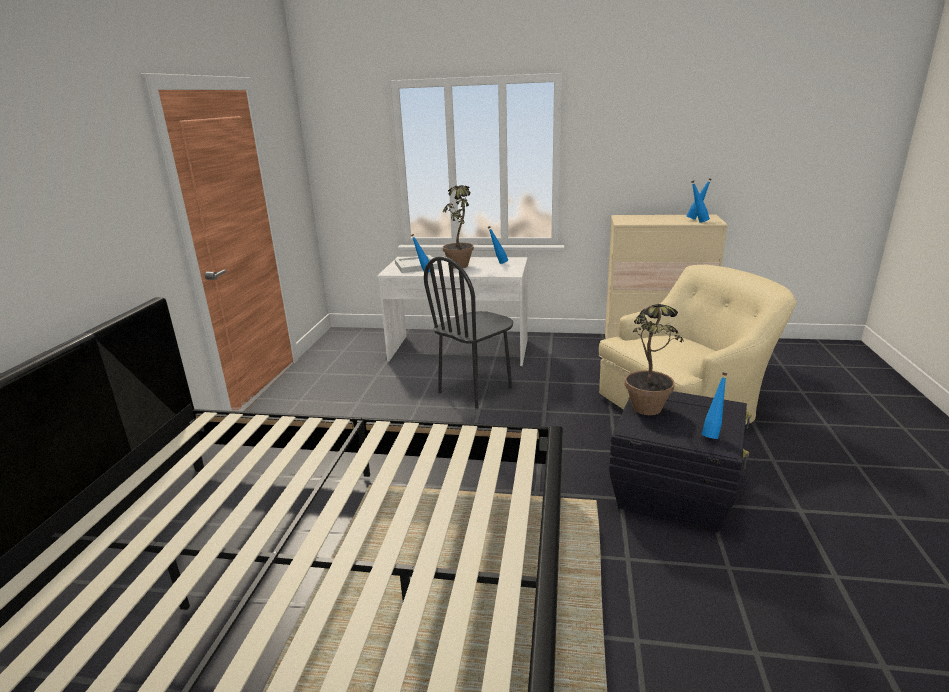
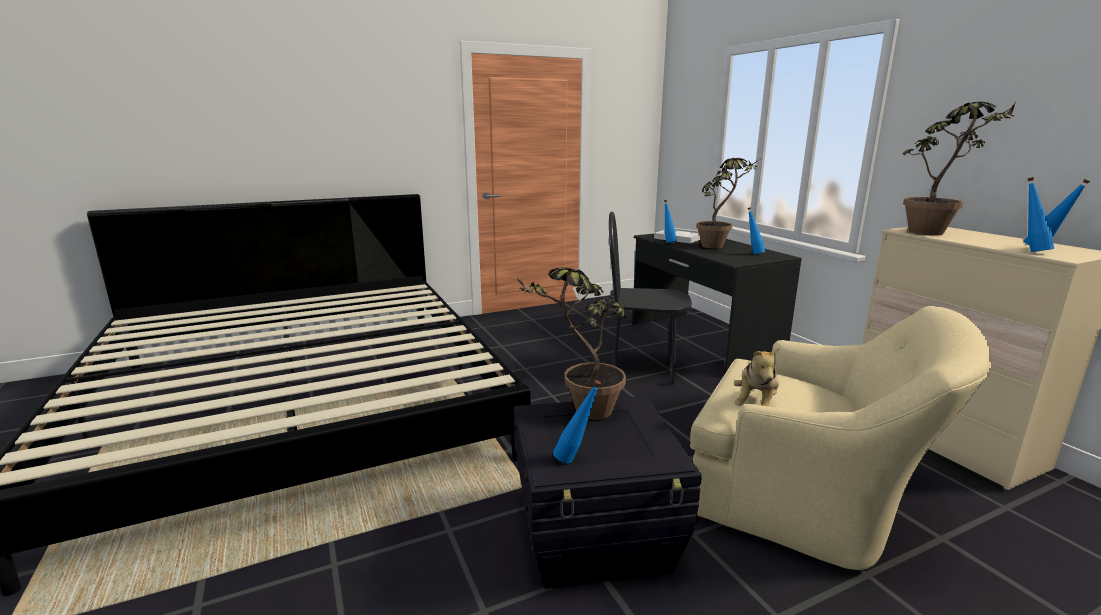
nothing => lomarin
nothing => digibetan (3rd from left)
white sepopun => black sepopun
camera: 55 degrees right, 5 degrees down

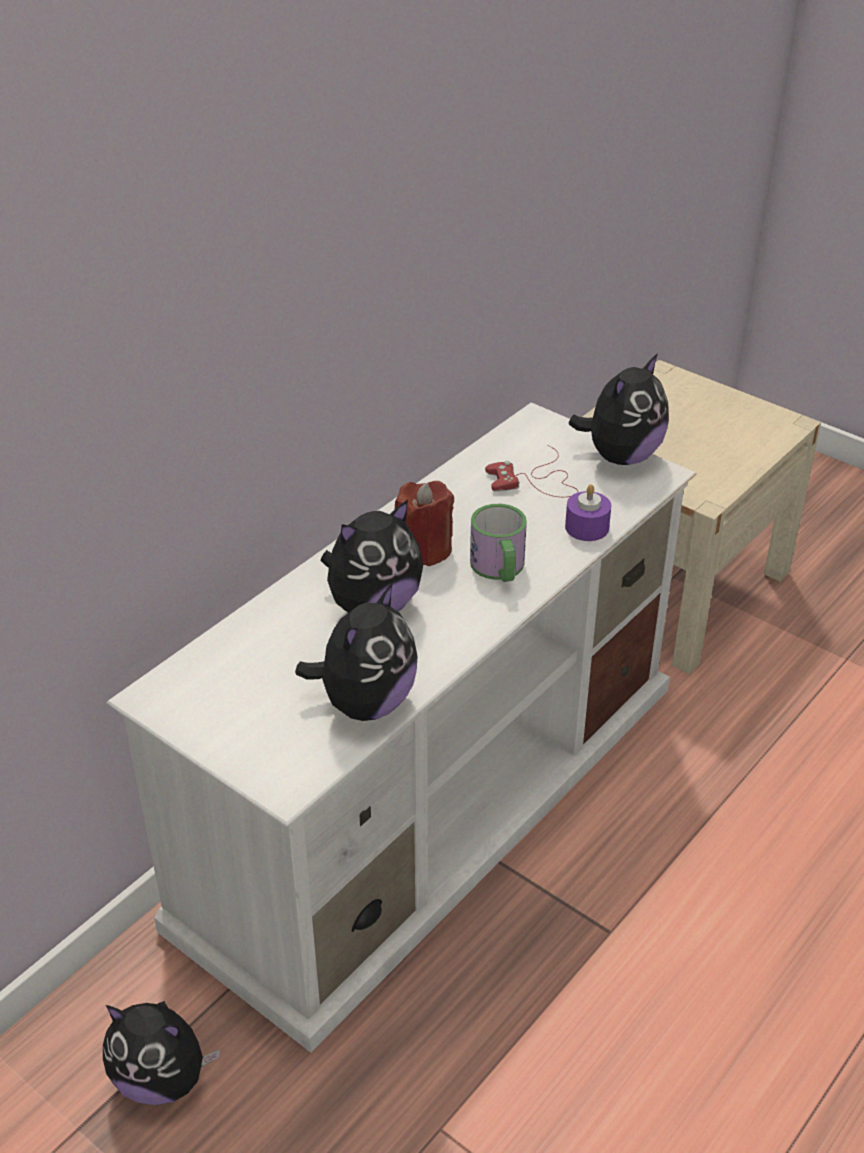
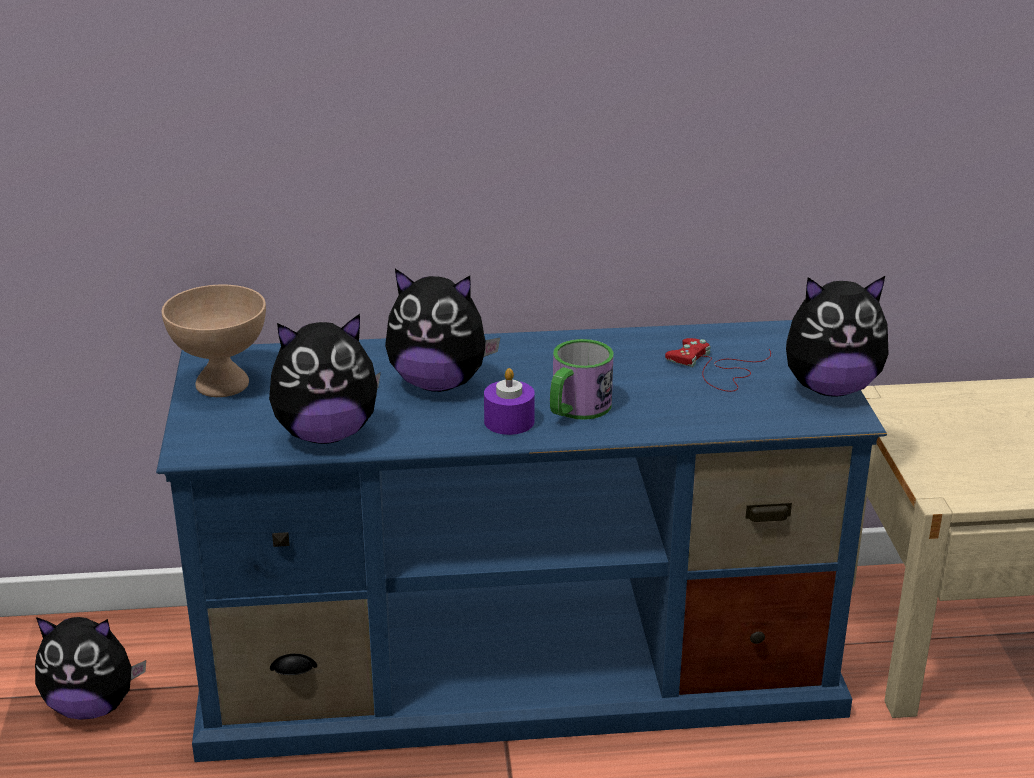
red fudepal => nothing
nothing => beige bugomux
purple fudepal, moved
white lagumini => blue lagumini
lomarin (1st from left), 60 degrees counterclockwise
camera: 45 degrees right, 10 degrees down

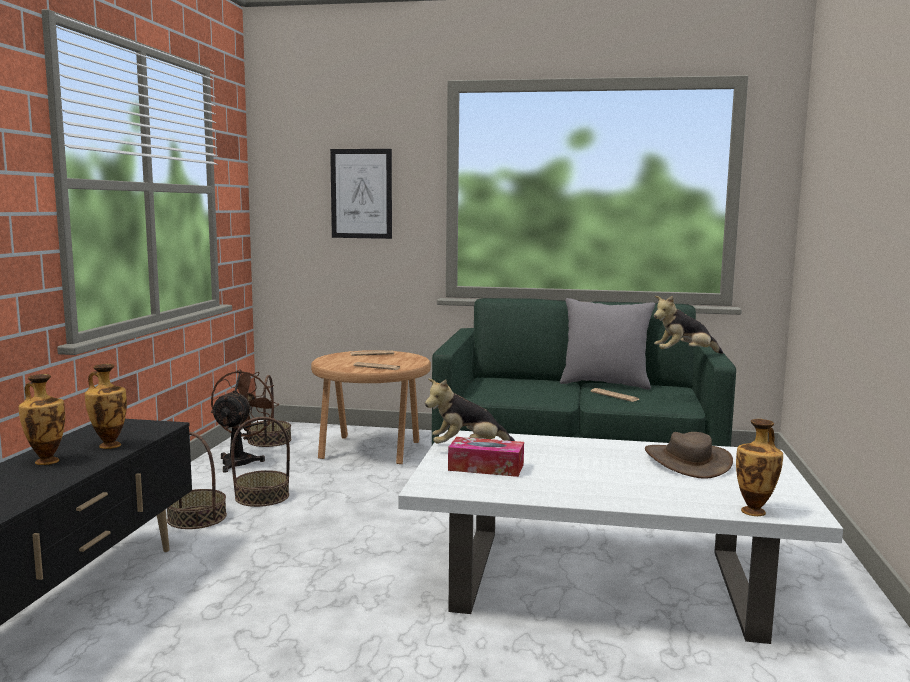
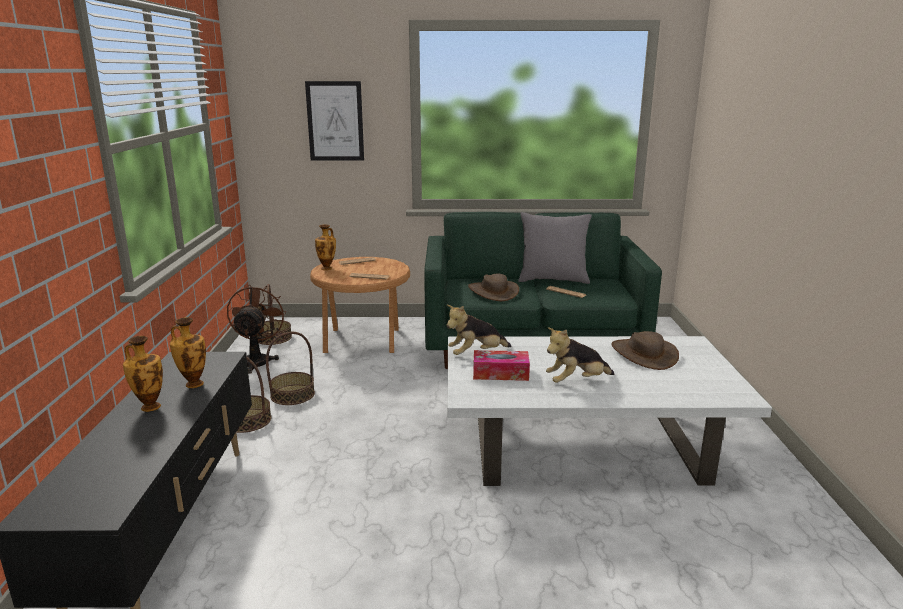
nothing => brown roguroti (1st from left)
lomarin (2nd from left), moved
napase (3rd from left), moved
camera: 10 degrees left, 10 degrees up

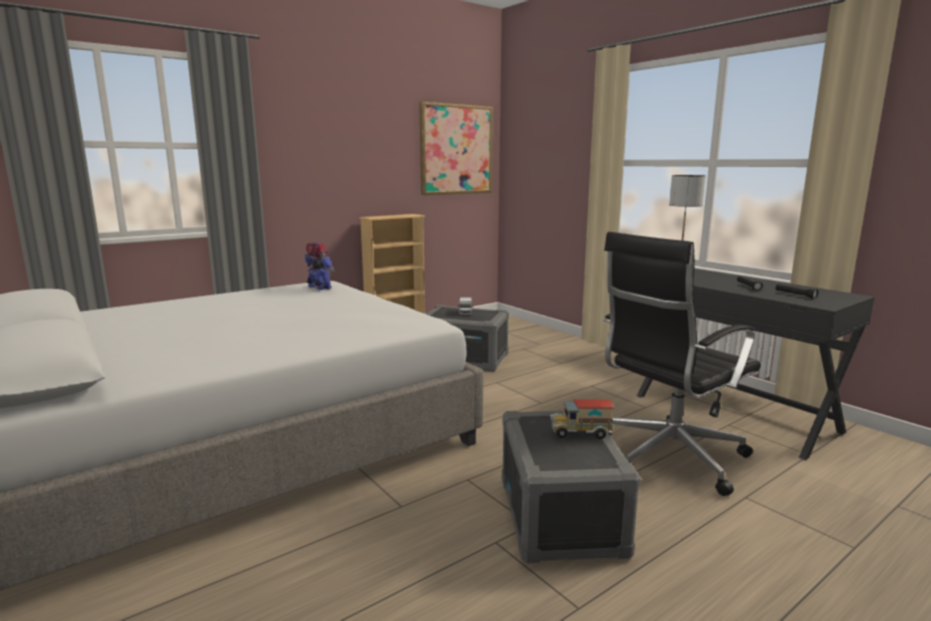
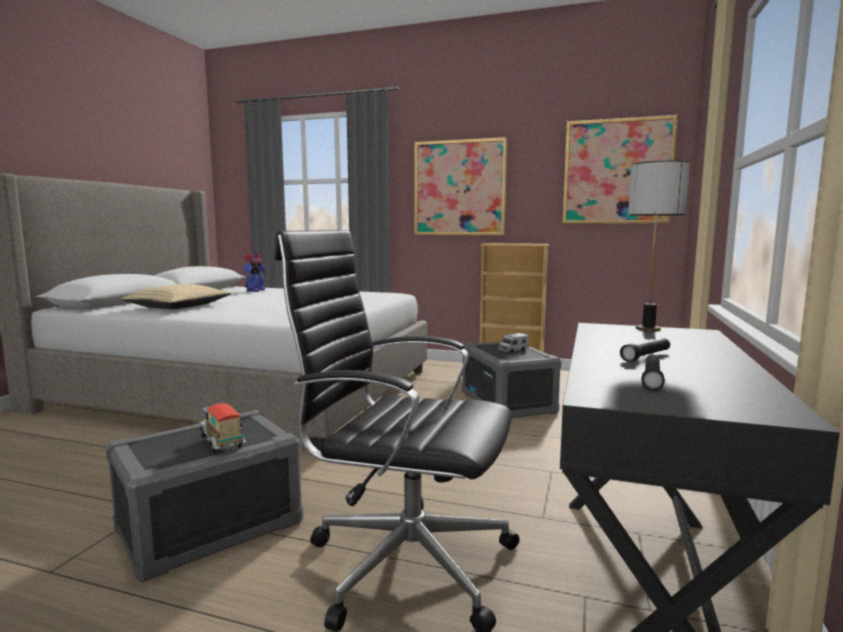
nothing => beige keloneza
nothing => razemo (1st from left)
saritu, moved
camera: 55 degrees right, 5 degrees down

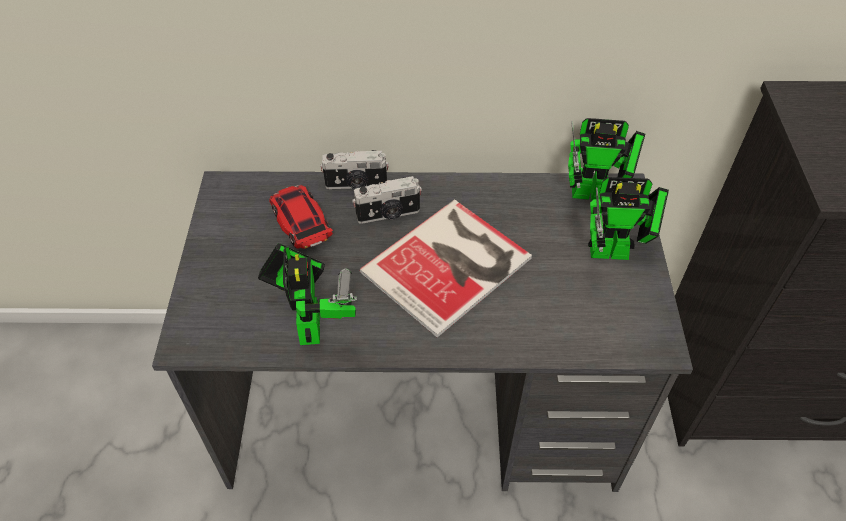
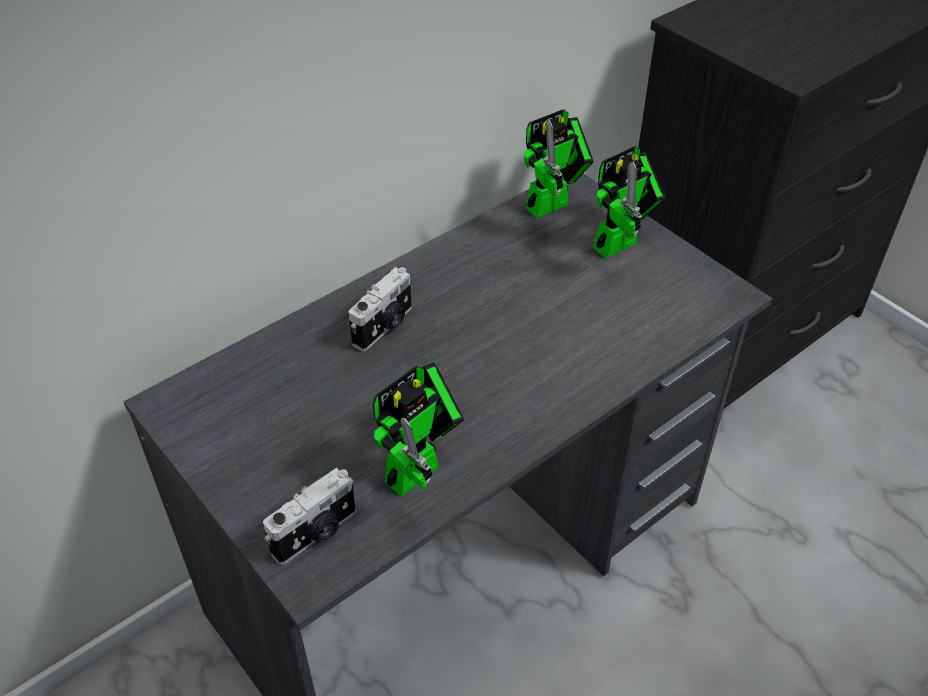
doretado => nothing
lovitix => nothing
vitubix (1st from left), moved
saritu (1st from left), 90 degrees clockwise
camera: 40 degrees left, 5 degrees down

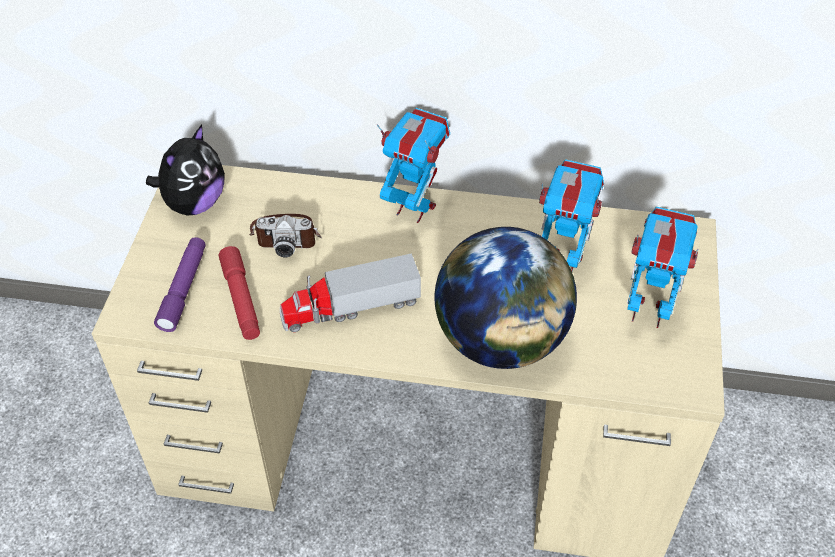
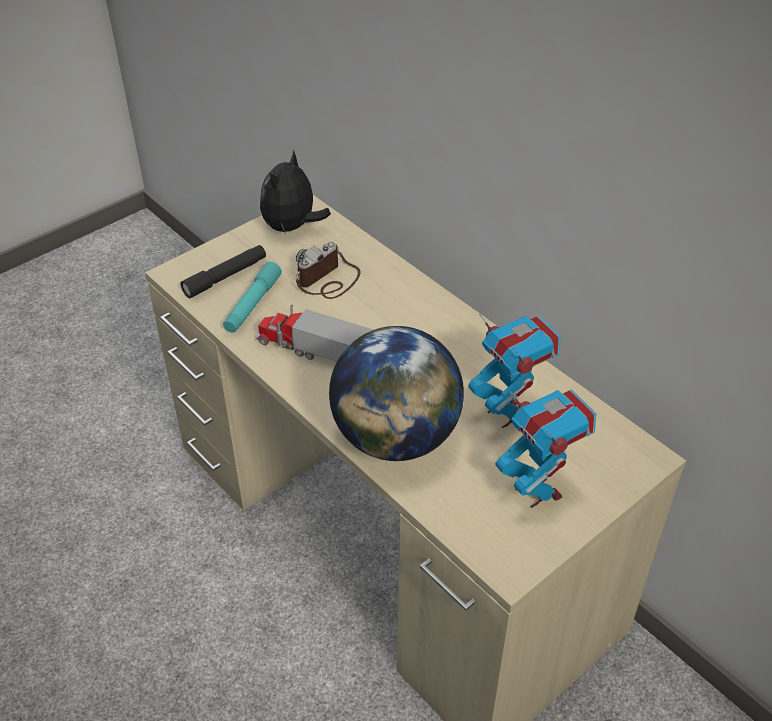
saritu (1st from left) => nothing
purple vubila => black vubila
red vubila => turquoise vubila
lomarin, 135 degrees clockwise
vitubix, 90 degrees clockwise
camera: 40 degrees right, 5 degrees down

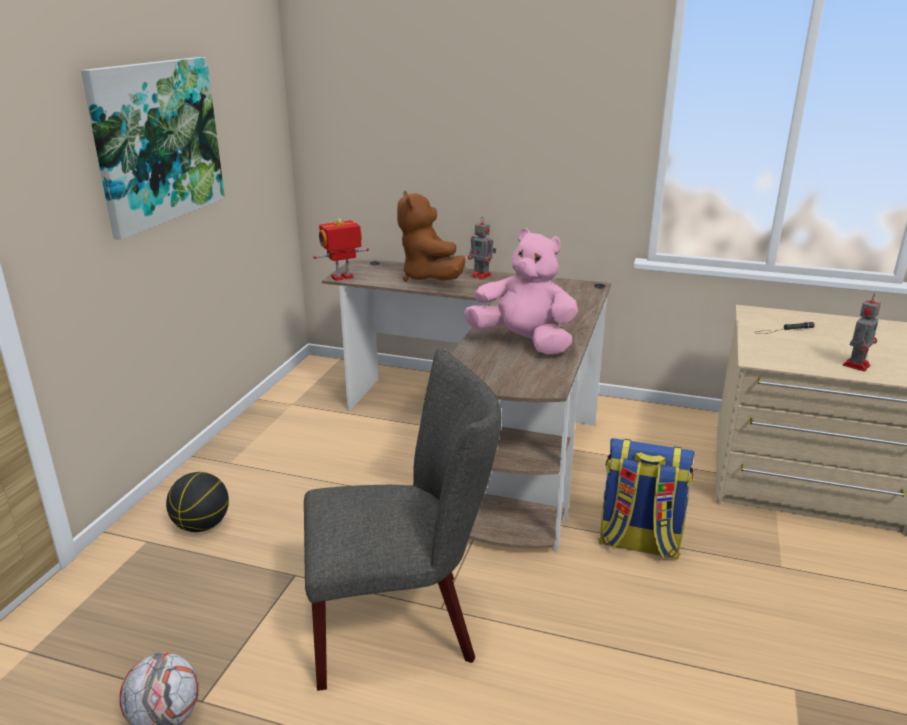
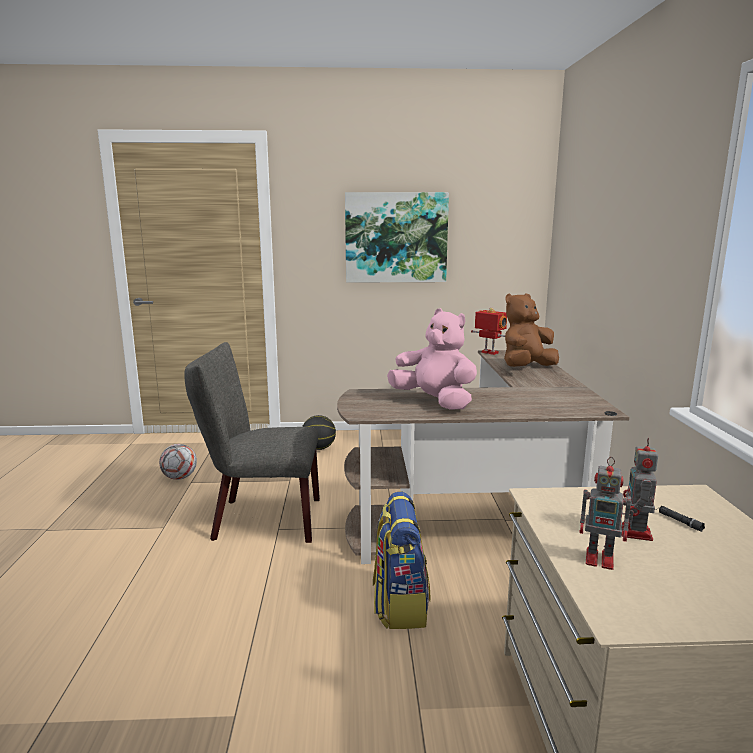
saritu (2nd from left in the first image) => saritu (3rd from left), moved
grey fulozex, 120 degrees clockwise
pink lomarin, 60 degrees counterclockwise
camera: 70 degrees right, 10 degrees down

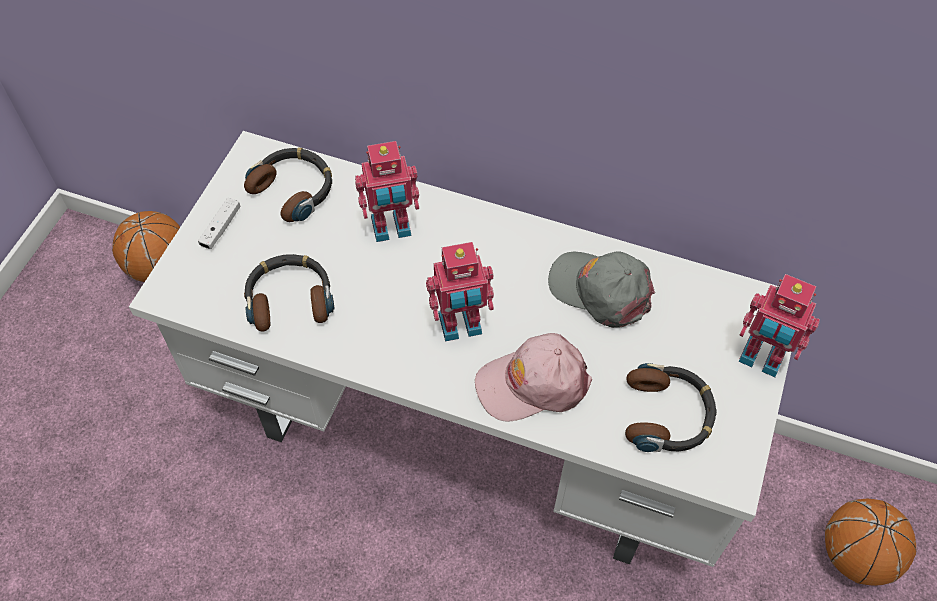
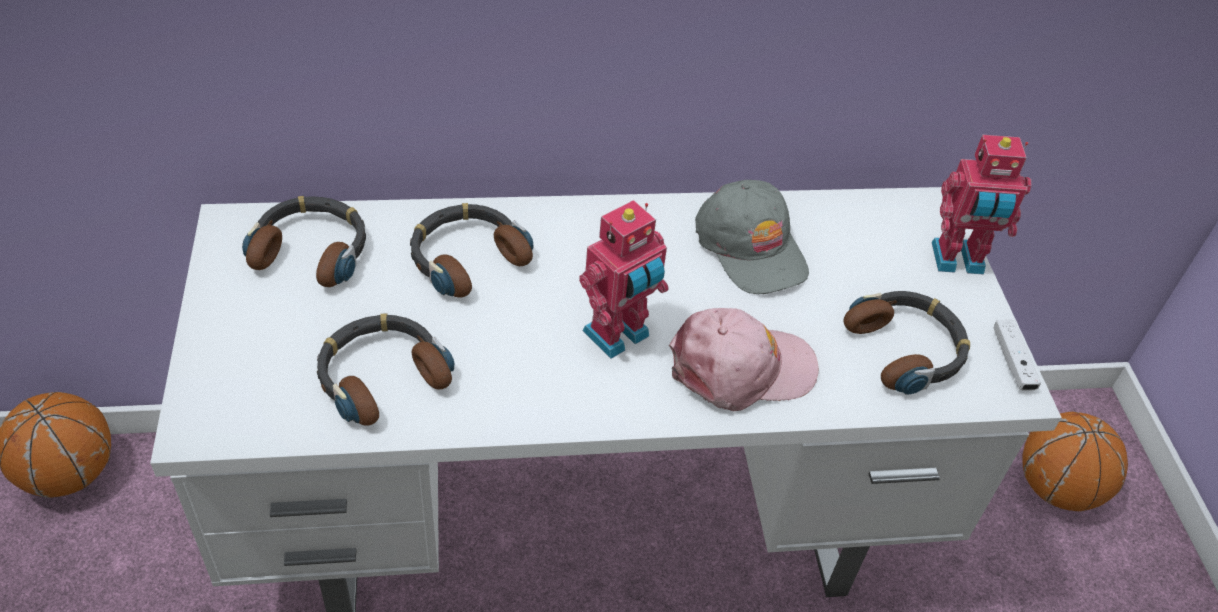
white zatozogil, moved
saritu (1st from left) => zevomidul (3rd from left)
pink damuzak, 150 degrees counterclockwise
grey damuzak, 120 degrees counterclockwise
camera: 30 degrees left, 10 degrees down

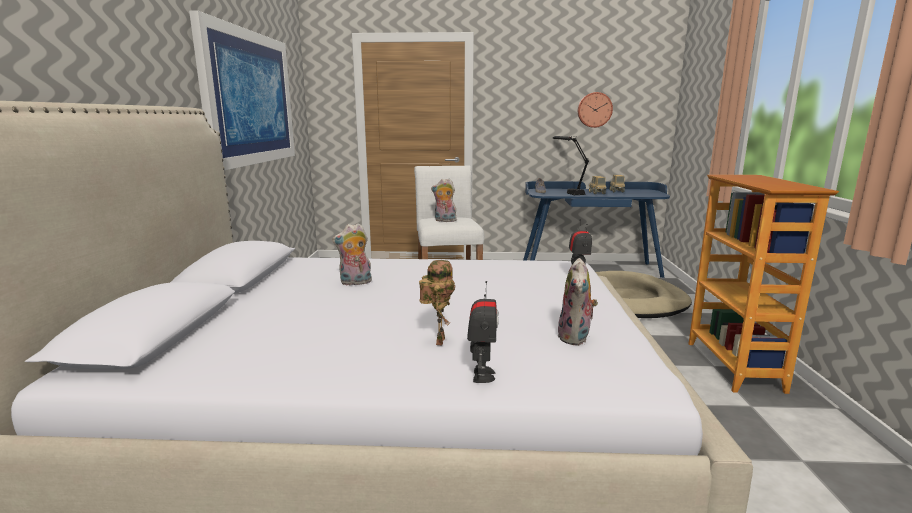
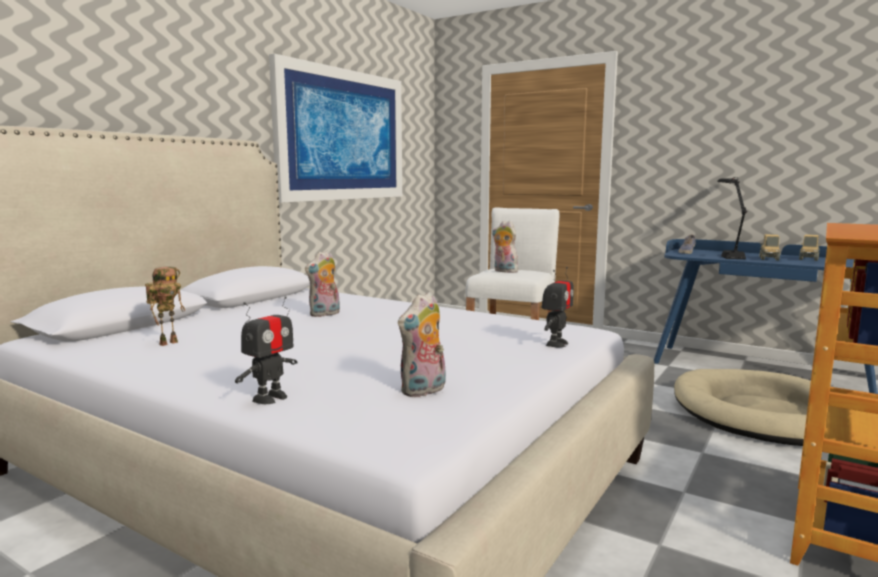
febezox => nothing
saritu (1st from left), moved
lomarin (1st from left), 60 degrees counterclockwise
camera: 30 degrees right, 5 degrees down

